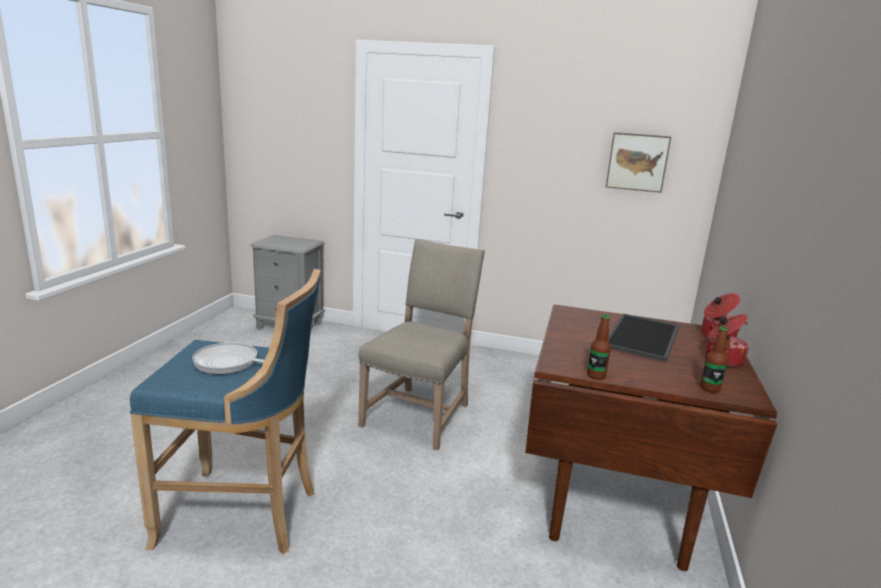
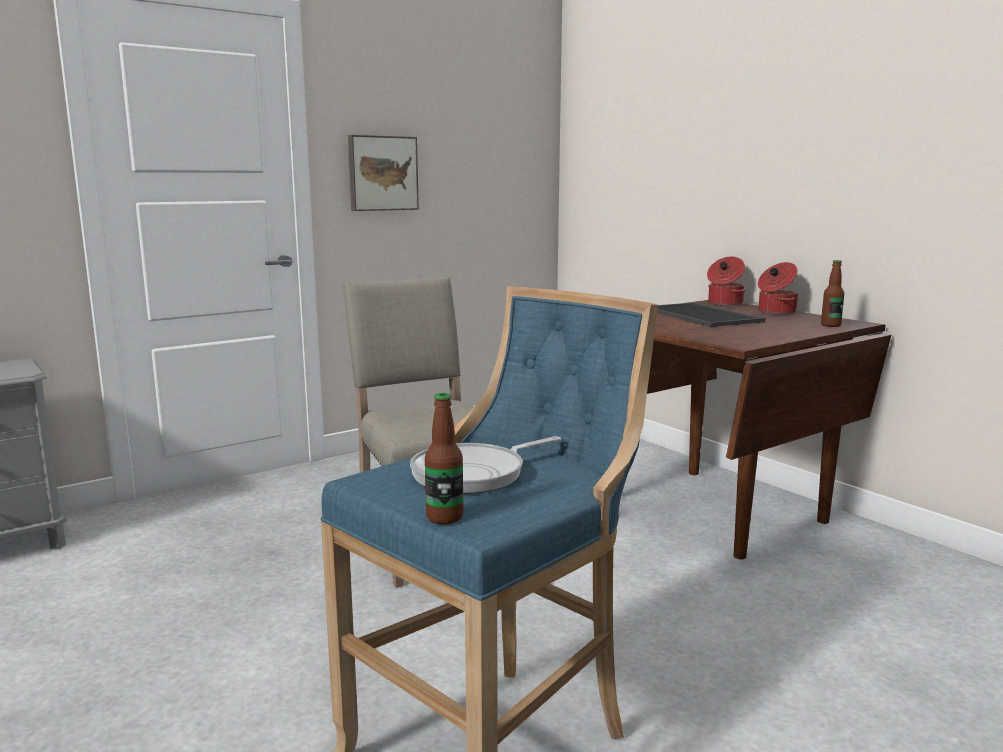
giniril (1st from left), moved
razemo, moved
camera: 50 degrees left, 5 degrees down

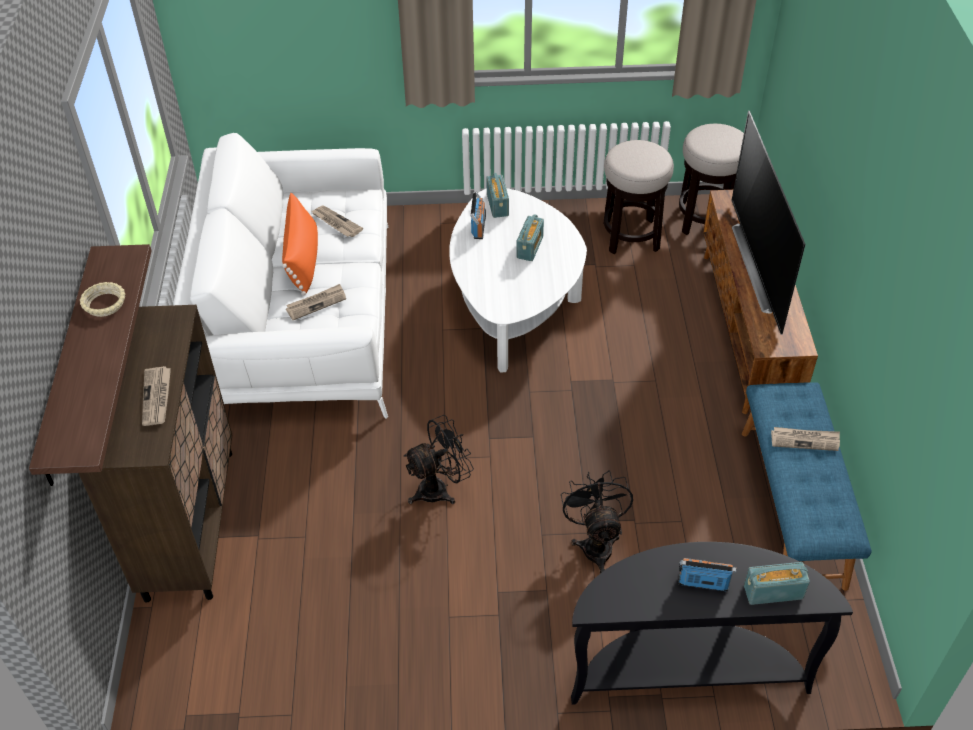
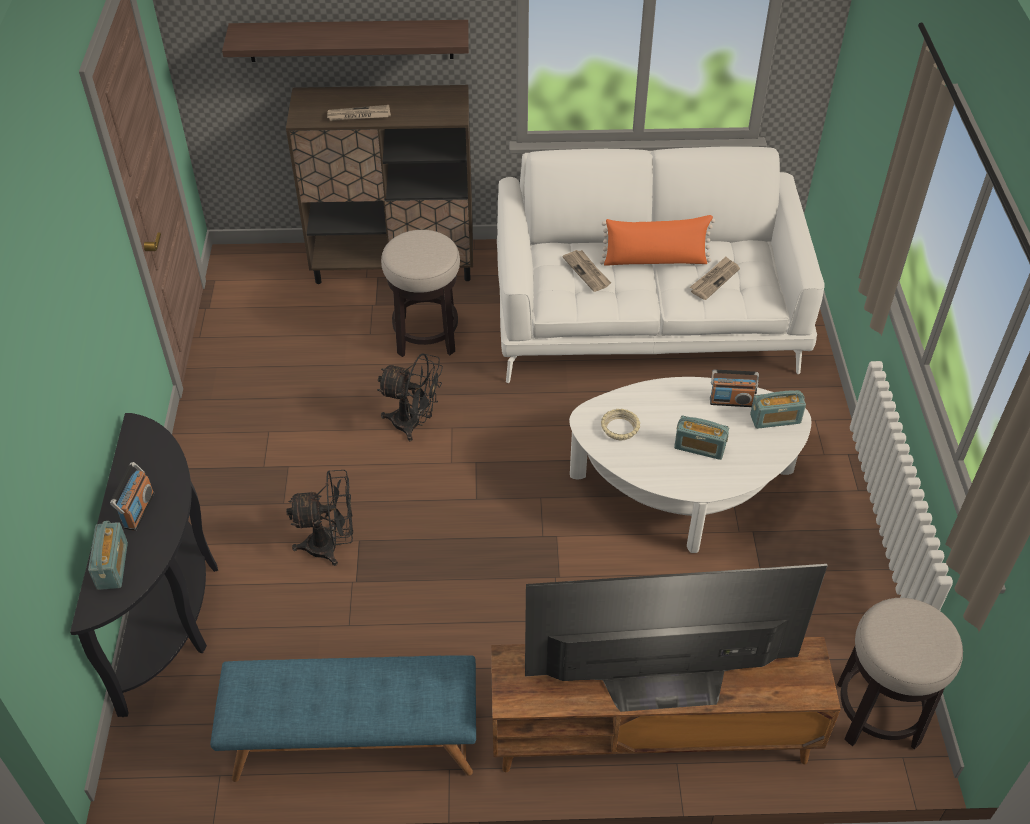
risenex (4th from left) => nothing
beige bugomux, moved
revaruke (1st from left), moved
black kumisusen (1st from left in the first image) => black kumisusen (2nd from left), 45 degrees counterclockwise
camera: 90 degrees right, 0 degrees up

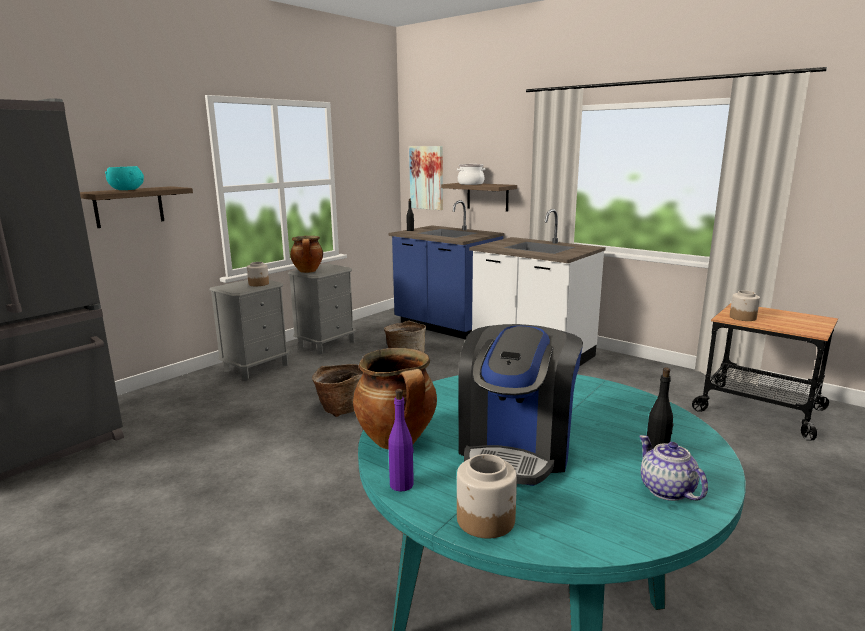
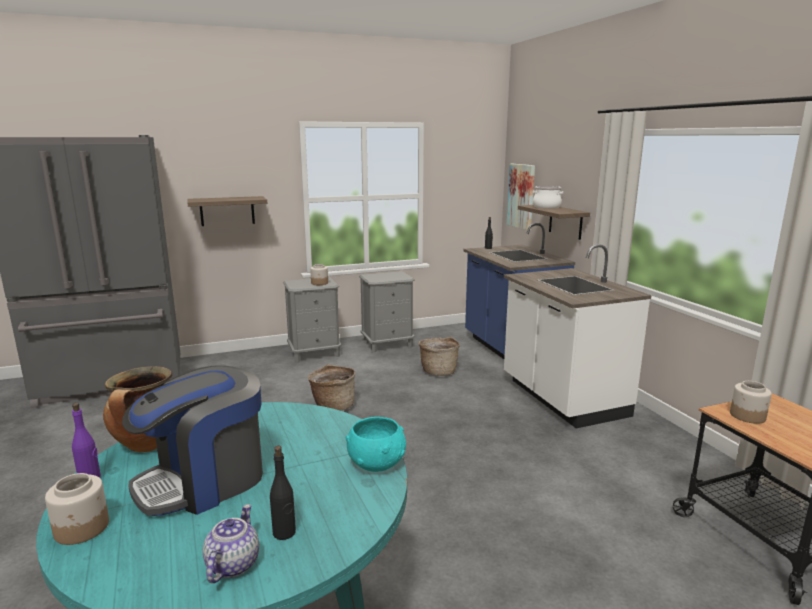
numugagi (1st from left) => nothing
turquoise bugomux, moved
camera: 30 degrees right, 0 degrees up

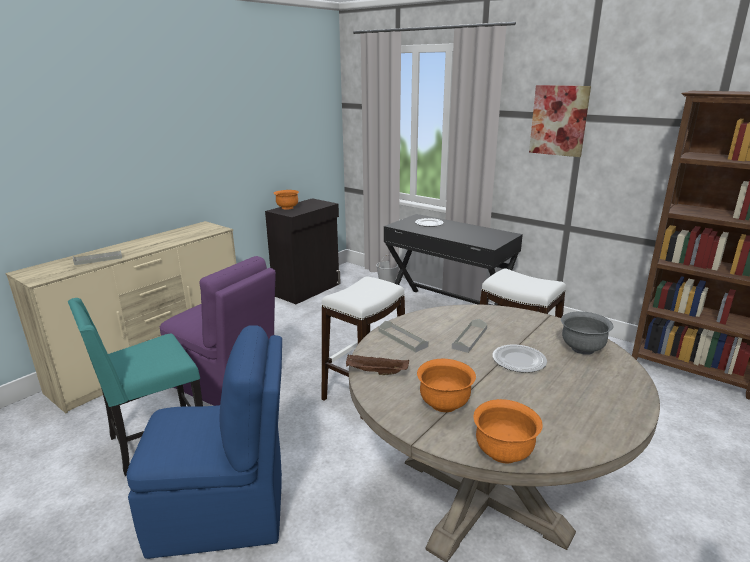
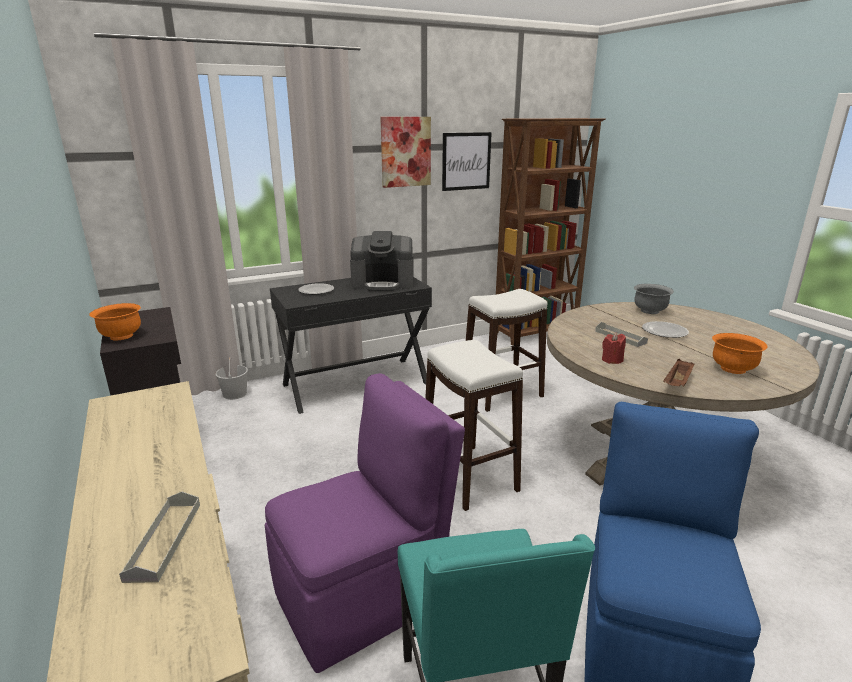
orange bugomux (3rd from left) => nothing
nothing => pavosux
nothing => razemo (2nd from left)
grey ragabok (2nd from left) => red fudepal
camera: 65 degrees left, 0 degrees up

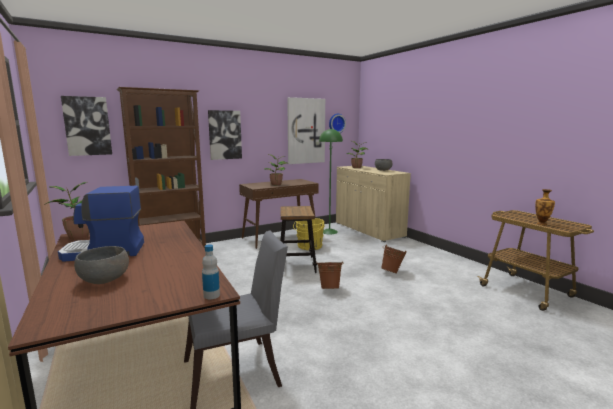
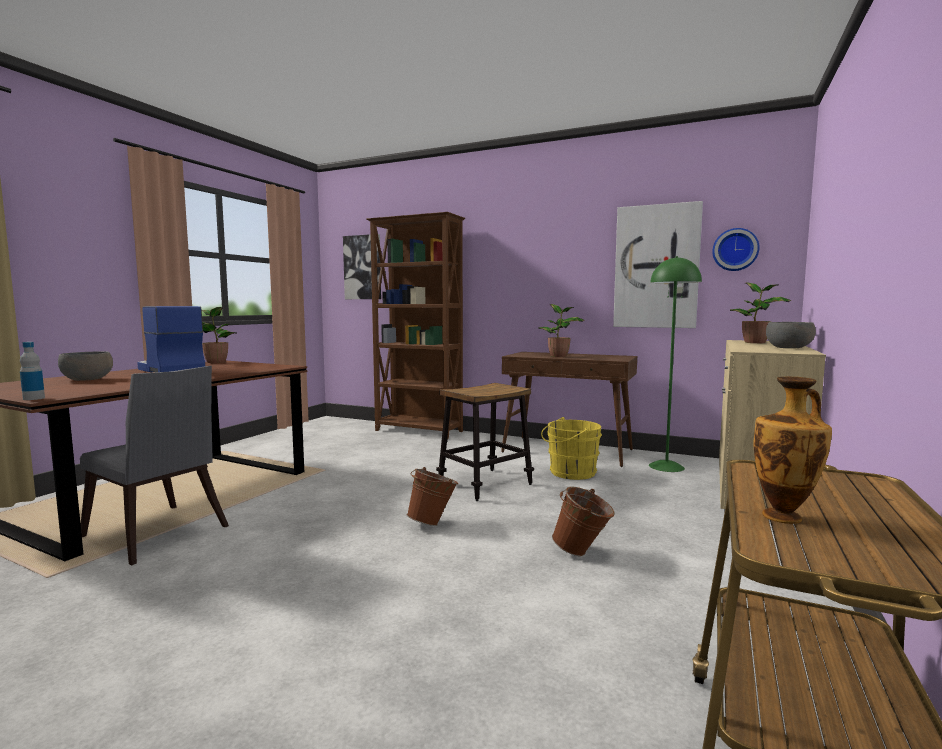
razemo (2nd from left) => nothing
camera: 55 degrees right, 5 degrees down

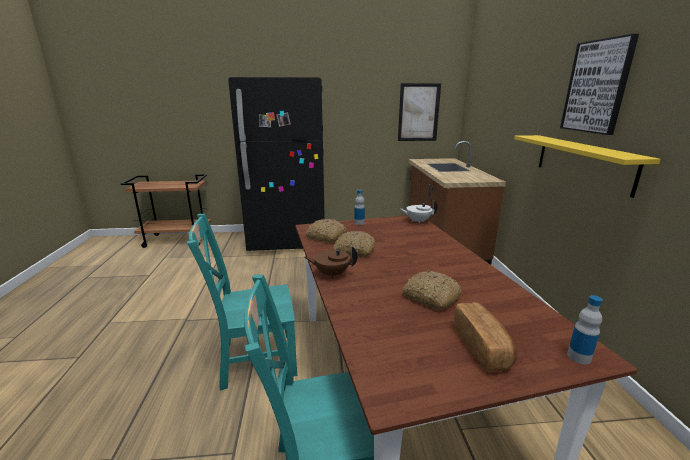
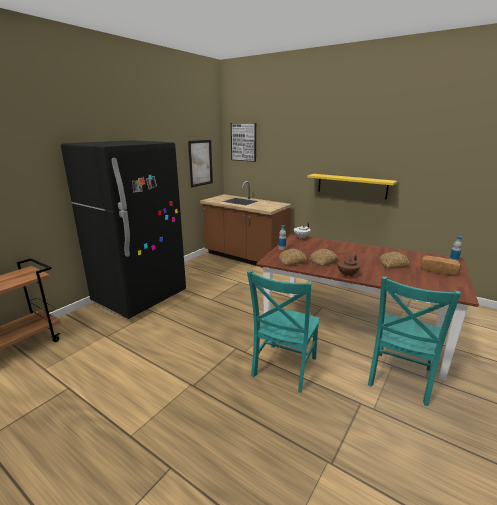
razemo (2nd from left), moved
camera: 50 degrees left, 0 degrees up

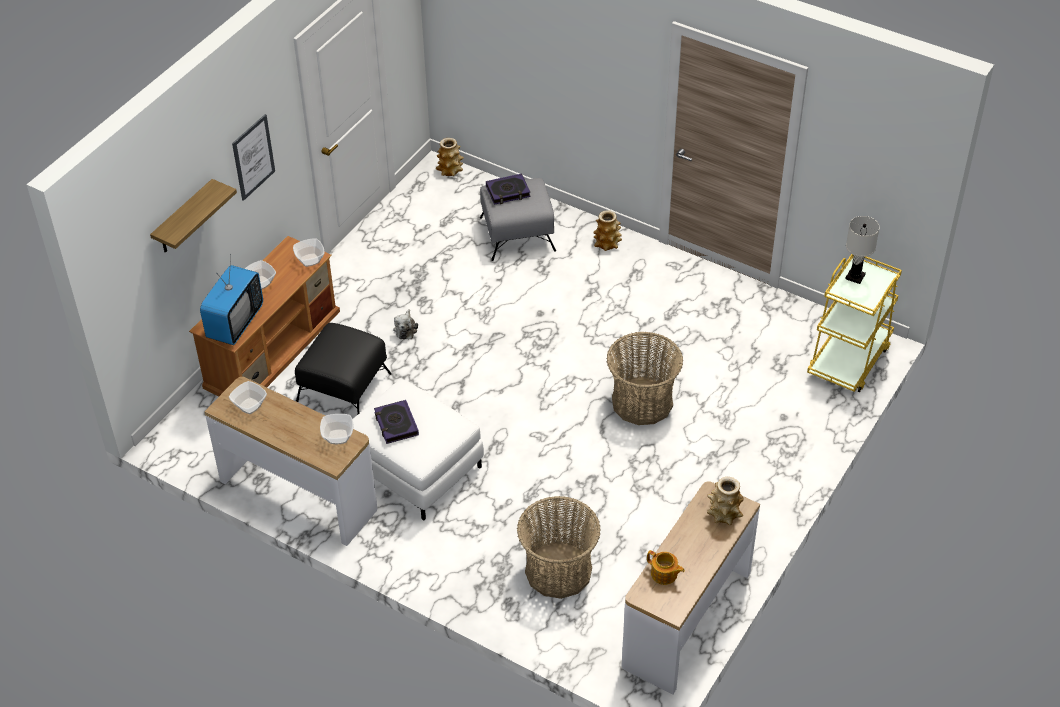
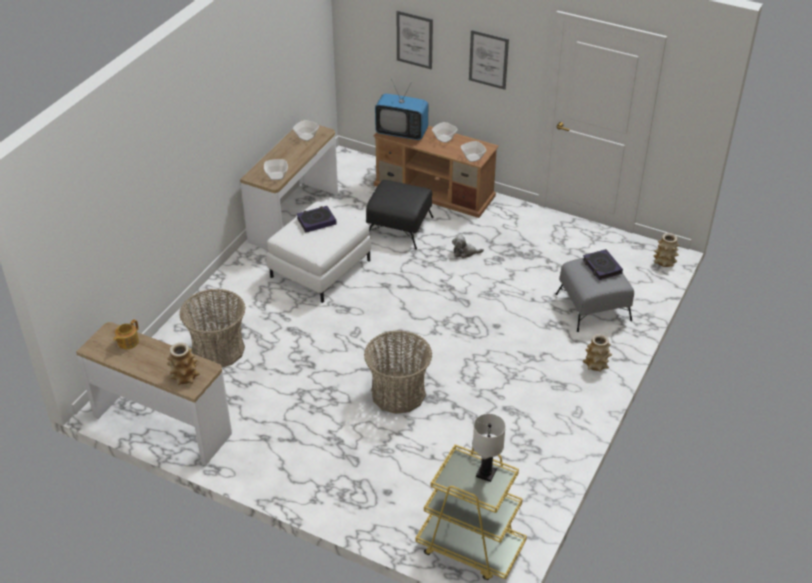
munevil => razemo (1st from left)
camera: 85 degrees right, 5 degrees down

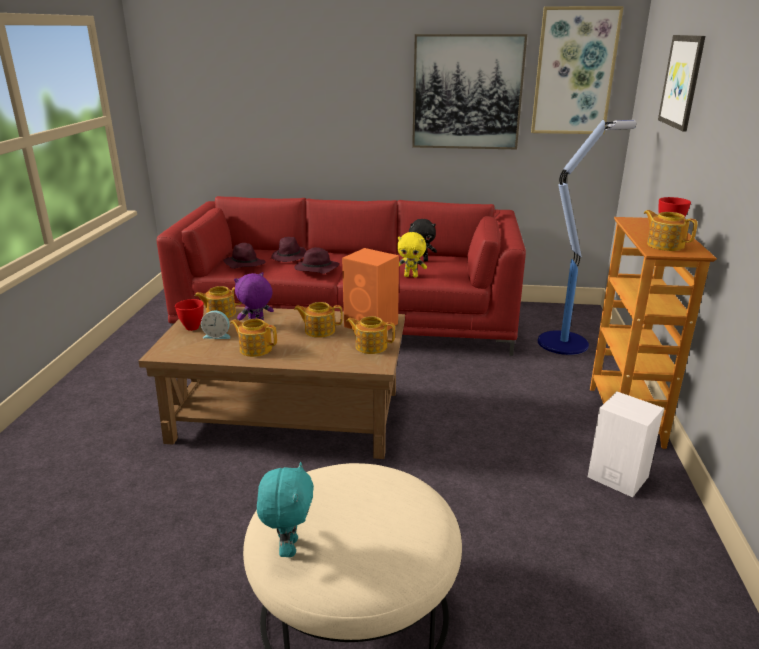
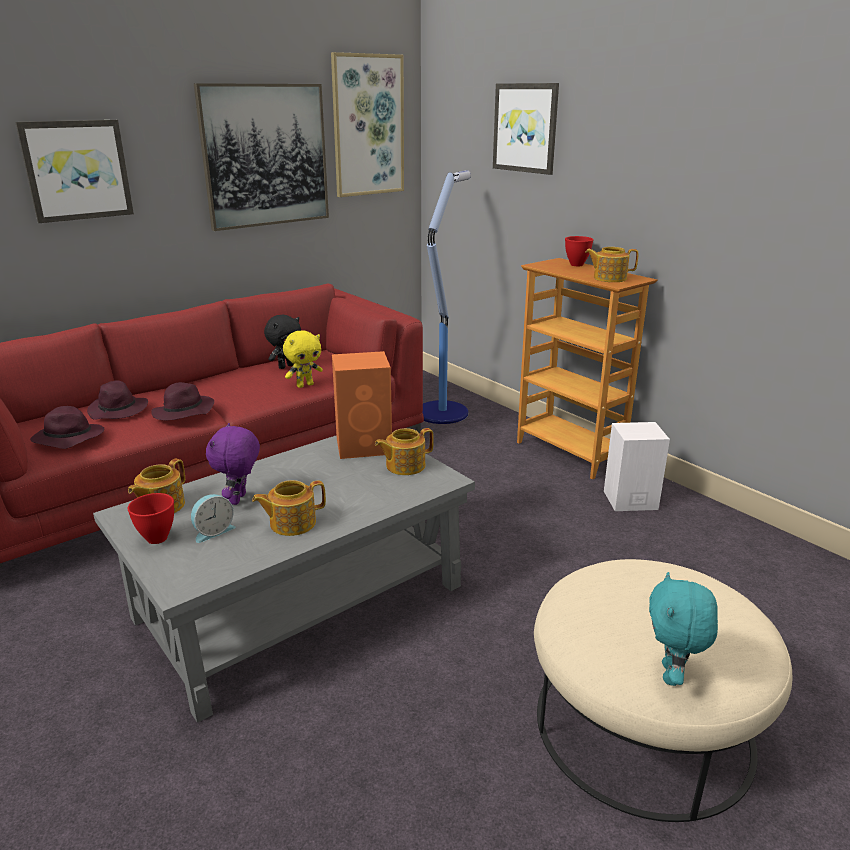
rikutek (3rd from left) => nothing
nothing => razemo (1st from left)
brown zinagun => grey zinagun
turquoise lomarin, 120 degrees counterclockwise
camera: 45 degrees left, 0 degrees up

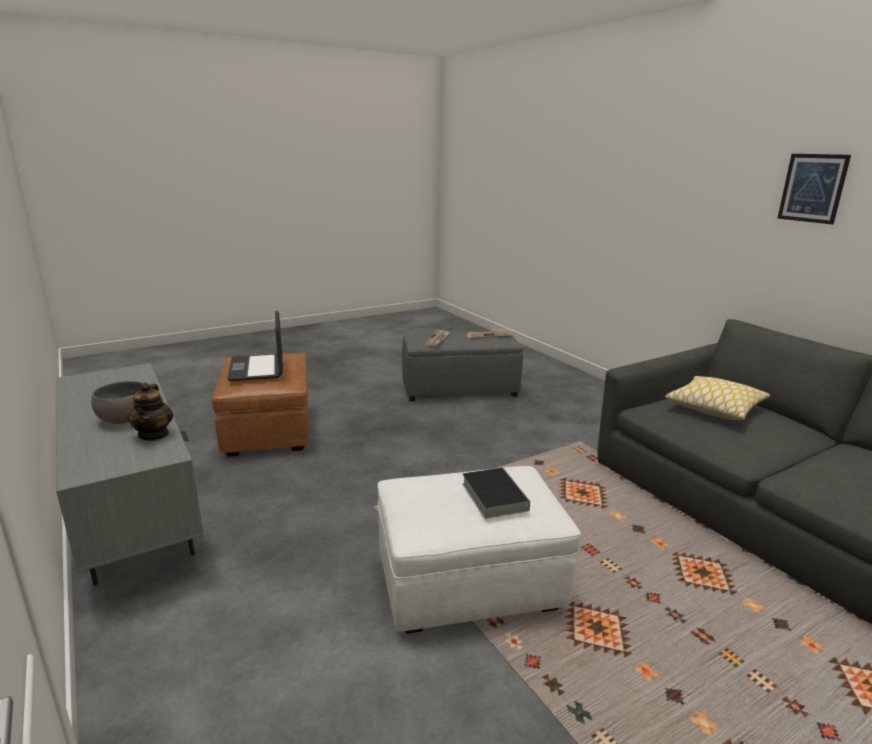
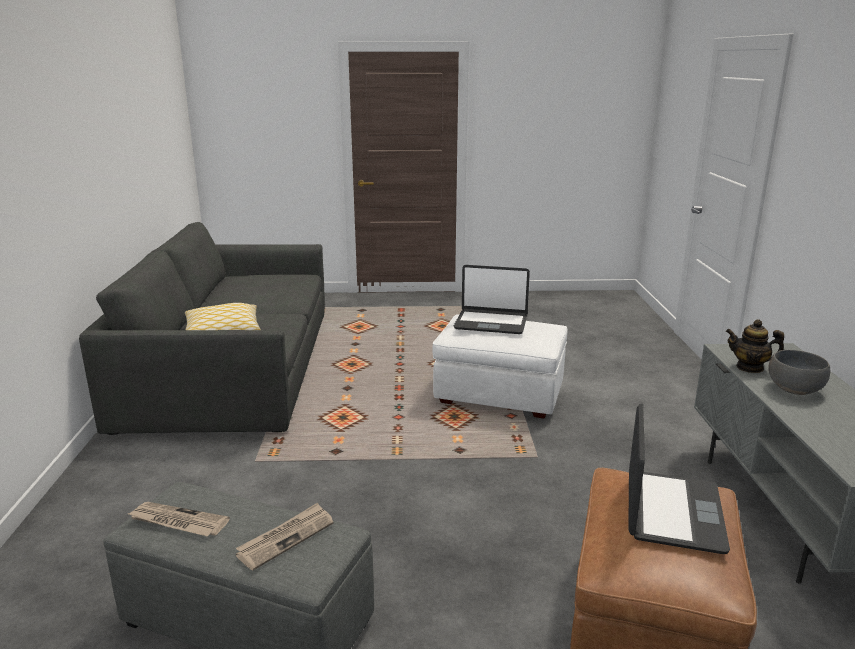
razemo => nothing
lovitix => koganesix (1st from left)
rikutek, 90 degrees counterclockwise
camera: 150 degrees left, 0 degrees up

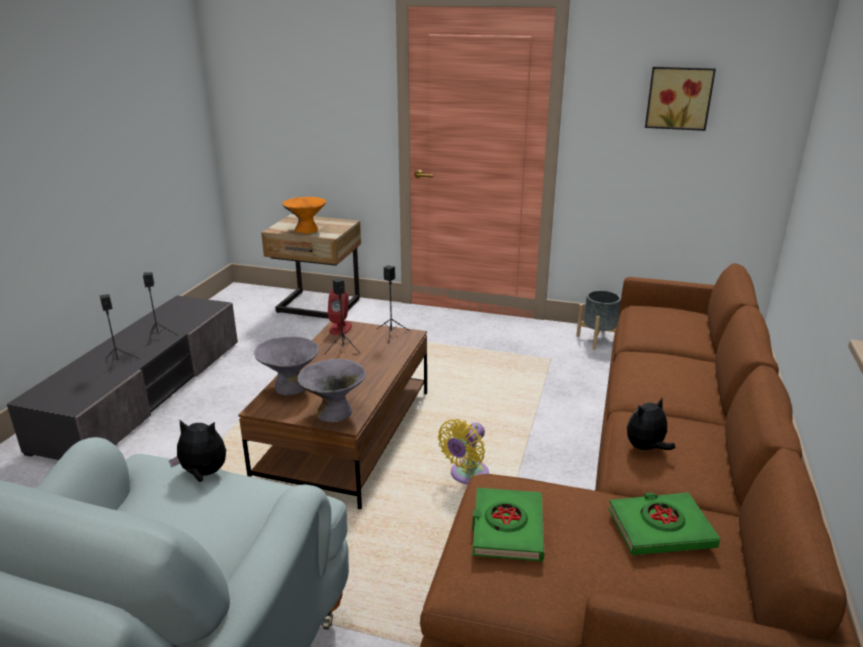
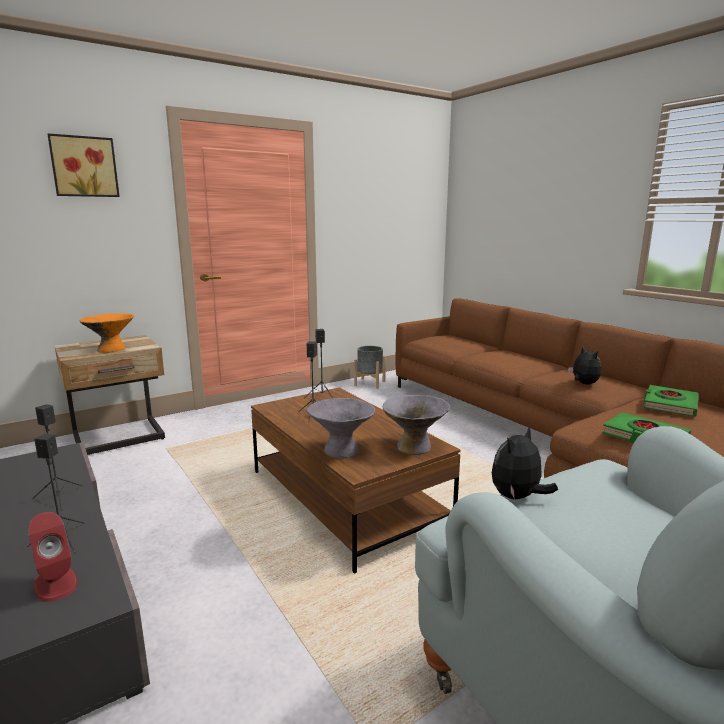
yellow kumisusen => nothing
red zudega, moved
razemo, moved
lomarin (2nd from left), 150 degrees clockwise
camera: 50 degrees left, 10 degrees down

